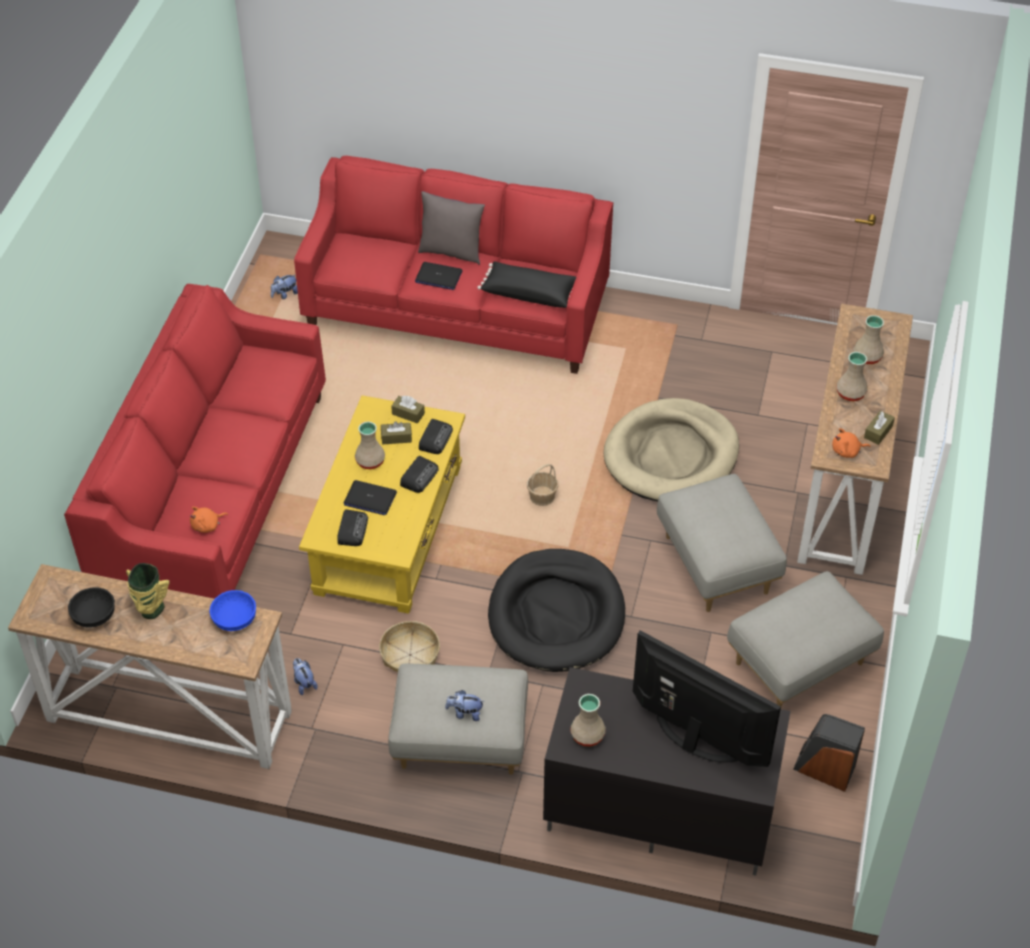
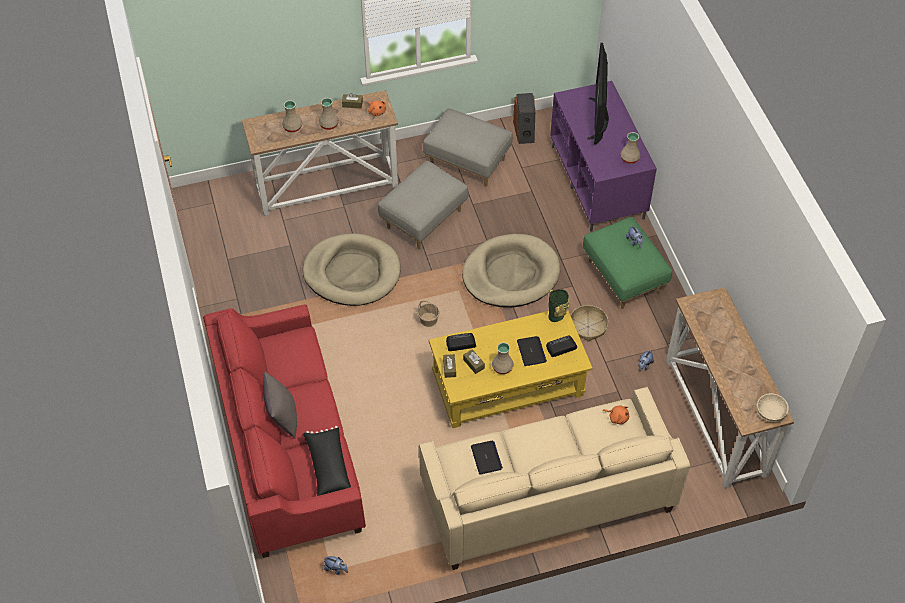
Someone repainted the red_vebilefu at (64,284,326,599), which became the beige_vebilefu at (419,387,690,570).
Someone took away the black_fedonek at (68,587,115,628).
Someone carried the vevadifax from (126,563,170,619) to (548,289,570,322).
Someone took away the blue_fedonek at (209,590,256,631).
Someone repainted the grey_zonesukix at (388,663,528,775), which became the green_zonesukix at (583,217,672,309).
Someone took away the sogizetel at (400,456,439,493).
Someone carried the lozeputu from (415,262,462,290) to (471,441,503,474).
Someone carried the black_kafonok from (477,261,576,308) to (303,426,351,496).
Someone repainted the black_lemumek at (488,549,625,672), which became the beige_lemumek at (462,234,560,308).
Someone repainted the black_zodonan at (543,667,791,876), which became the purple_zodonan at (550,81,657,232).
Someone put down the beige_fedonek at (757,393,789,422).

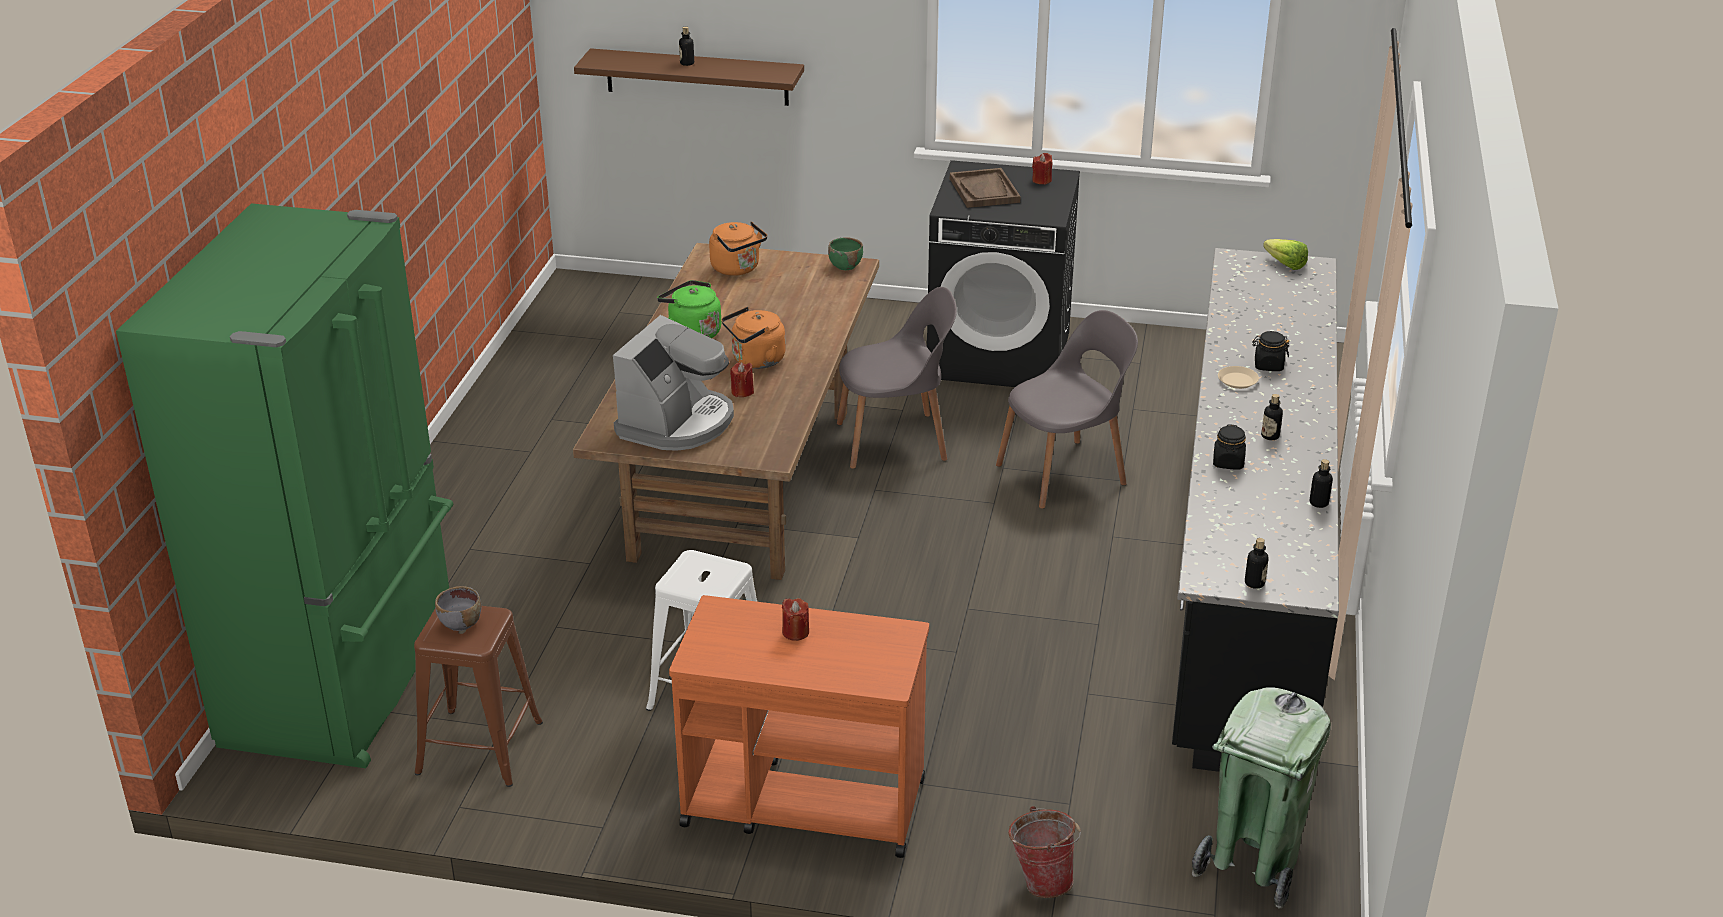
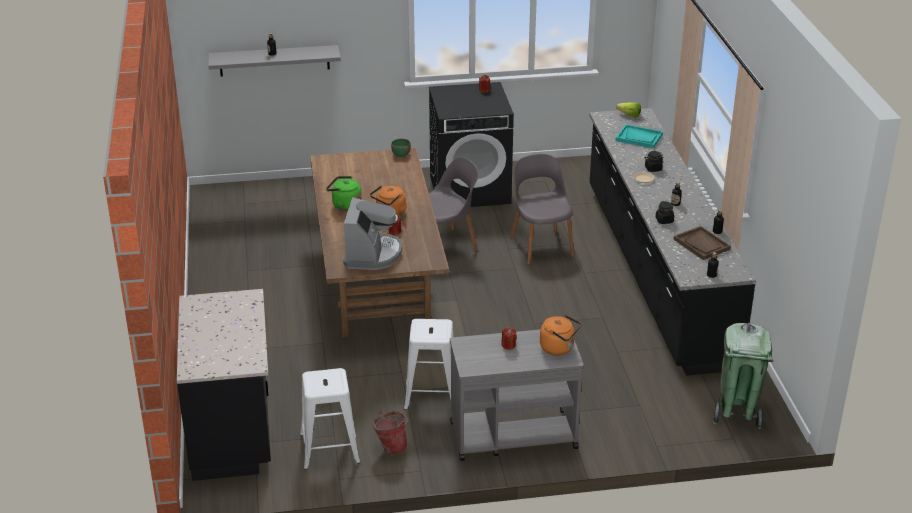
Someone swapped the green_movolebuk at (116,203,453,768) for the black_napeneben at (177,289,271,481).
Someone repainted the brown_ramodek at (414,606,543,787), which became the white_ramodek at (300,368,360,470).
Someone took away the grey_fedonek at (435,586,482,631).
Someone repainted the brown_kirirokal at (574,48,804,106), which became the grey_kirirokal at (208,45,341,77).
Someone repainted the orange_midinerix at (669,595,929,858), which became the grey_midinerix at (450,329,584,461).
Someone carried the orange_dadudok from (709,222,767,276) to (540,315,582,355).
Someone carried the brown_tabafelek from (950,168,1021,208) to (673,226,731,260).
Someone rotated the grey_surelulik at (996,310,1138,509) by 60 degrees counterclockwise.
Someone carried the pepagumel from (1008,806,1081,898) to (372,411,408,455).
Someone put down the turquoise_tabafelek at (616,124,663,148).

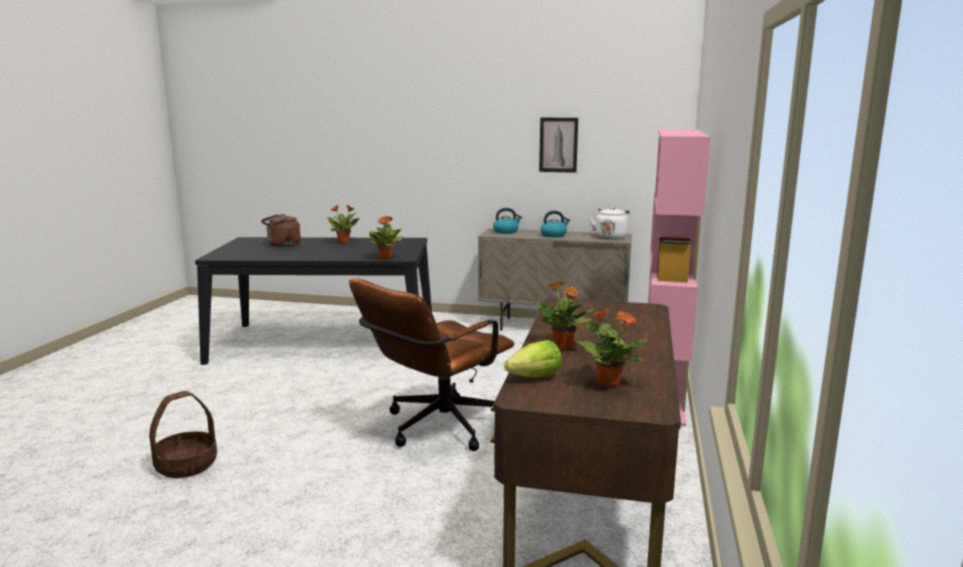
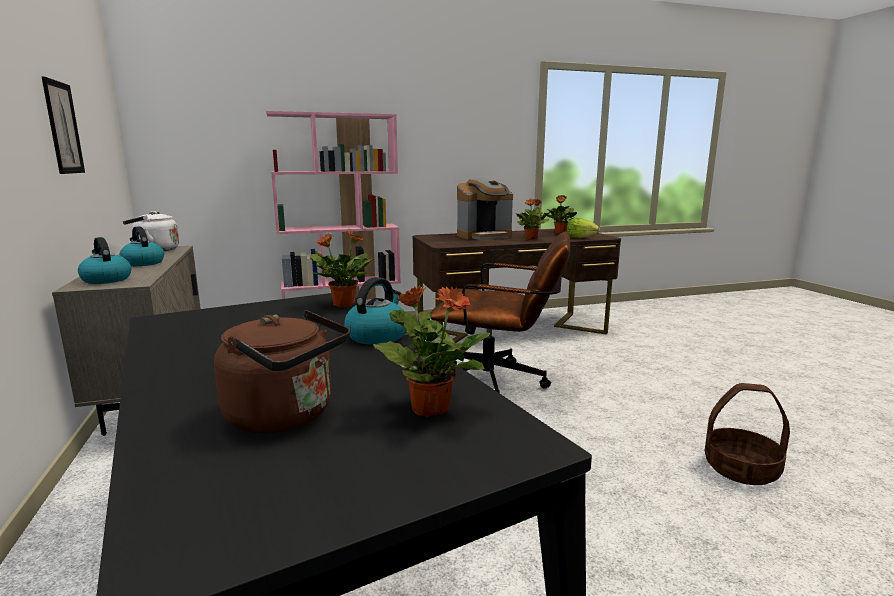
Someone carried the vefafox from (326,204,360,243) to (373,285,491,417).
Someone put down the dadudok at (344,277,406,345).
Someone put down the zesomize at (457,178,513,240).

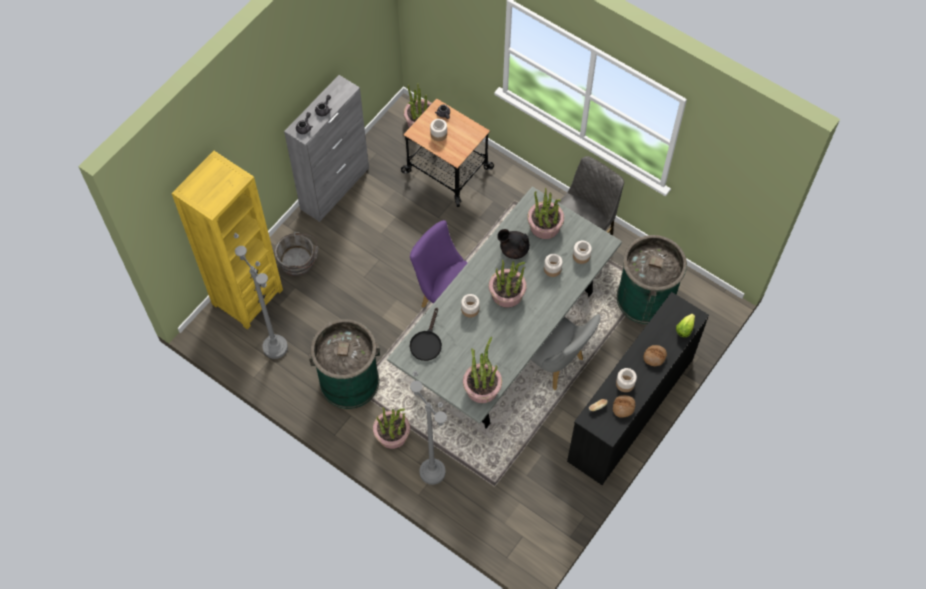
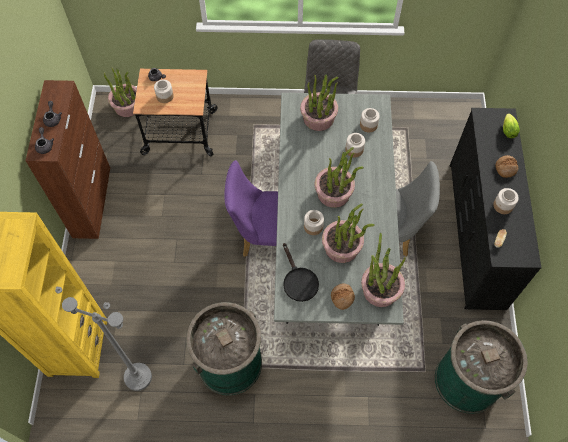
Someone took away the grey_pepagumel at (275,232,318,276).
Someone repainted the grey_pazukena at (284,75,369,222), which became the brown_pazukena at (25,80,110,239).
Someone carried the vefafox from (373,407,410,449) to (322,204,375,263).
Someone took away the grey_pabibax at (410,371,447,485).
Someone took away the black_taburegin at (497,229,530,259).
Someone carried the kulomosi from (613,395,635,418) to (331,284,355,310).
Someone carried the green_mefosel from (617,235,687,324) to (435,320,528,414).

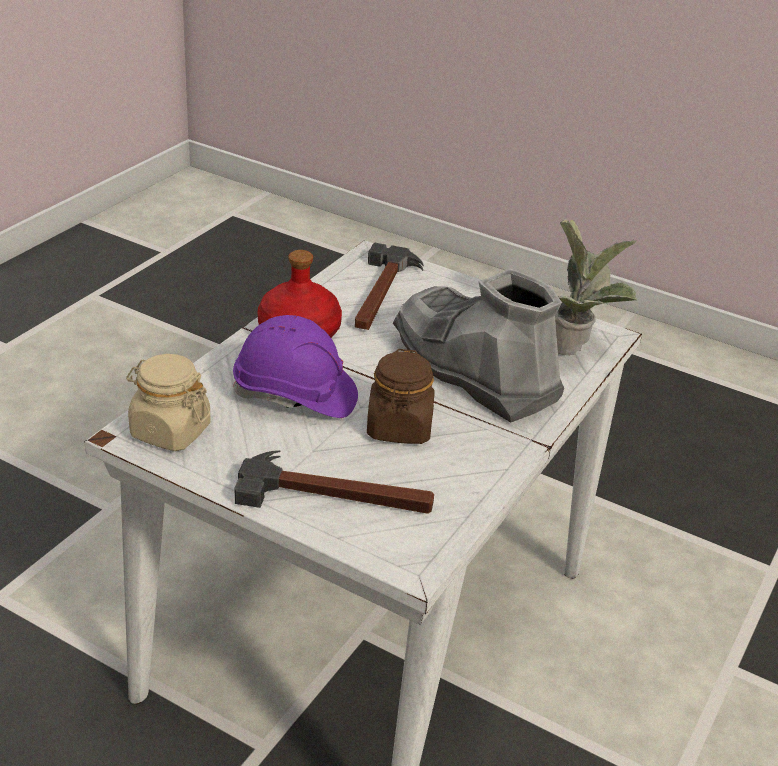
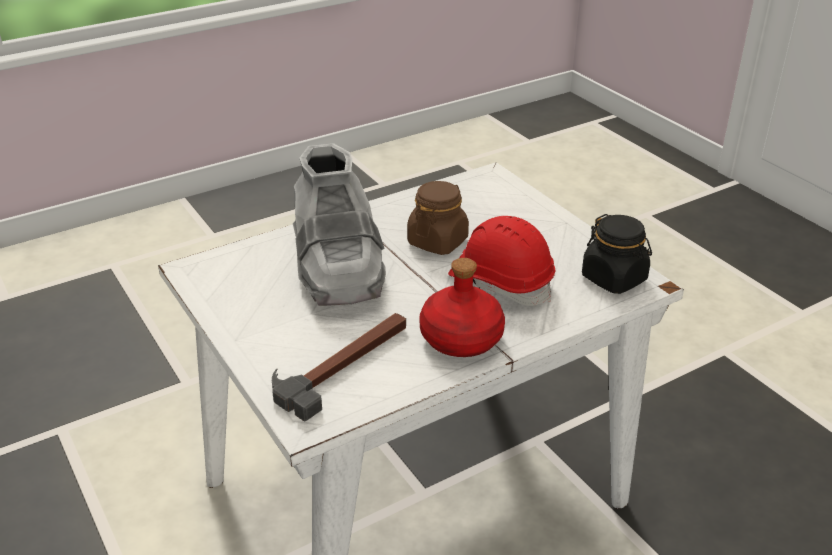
Someone repainted the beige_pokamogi at (126,354,211,451), which became the black_pokamogi at (582,214,652,294).
Someone repainted the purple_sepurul at (233,315,358,418), which became the red_sepurul at (448,216,556,306).
Someone took away the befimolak at (235,450,434,514).
Someone took away the vefafox at (555,219,637,356).

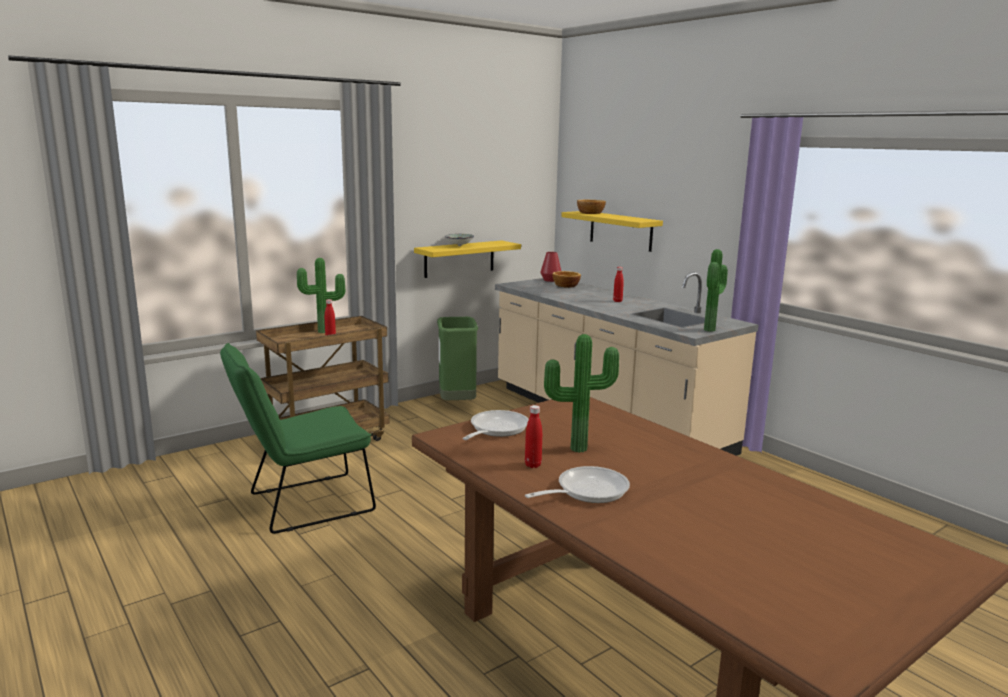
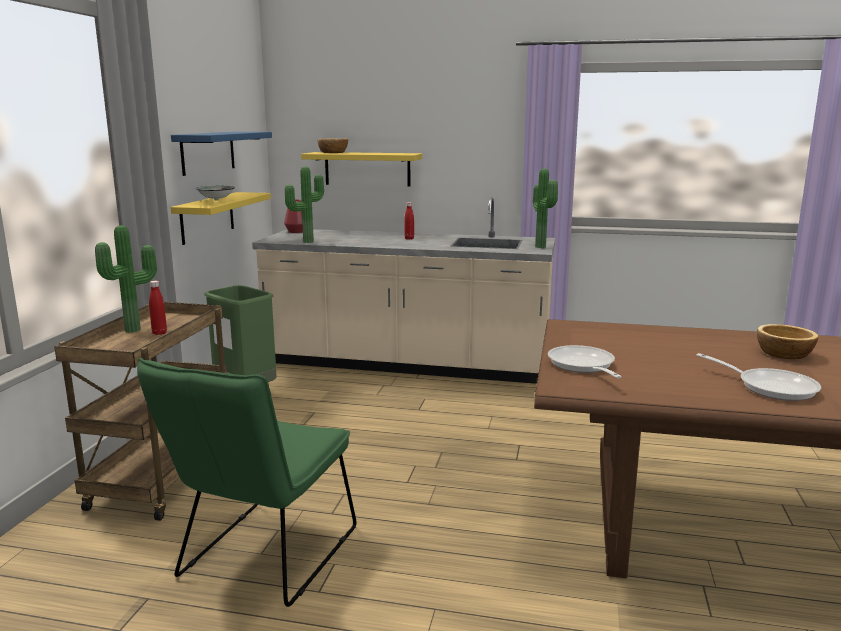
Someone took away the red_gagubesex at (525,405,542,468).
Someone rotated the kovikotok at (525,466,630,503) by 120 degrees clockwise.
Someone carried the vefafox from (544,334,619,453) to (285,166,324,243).
Someone carried the fedonek from (552,271,581,288) to (757,324,819,359).
Someone put up the blue_kirirokal at (171,132,272,176).

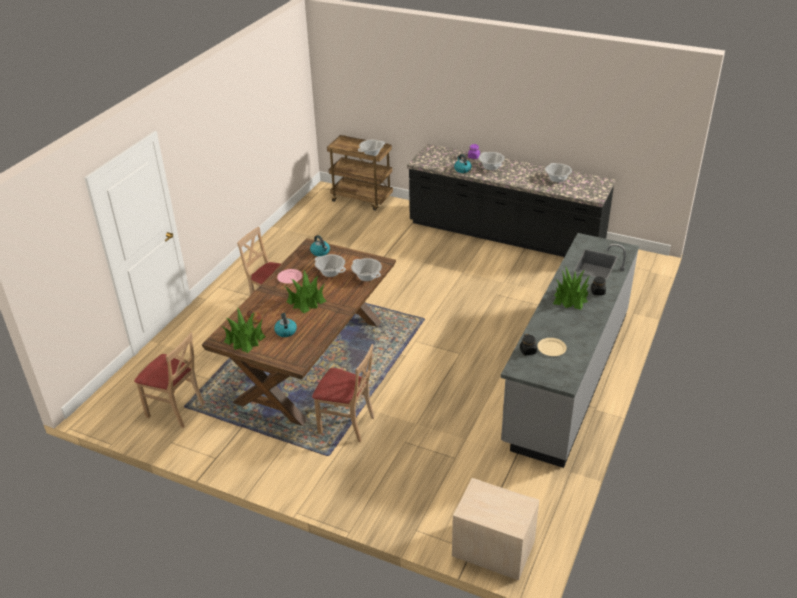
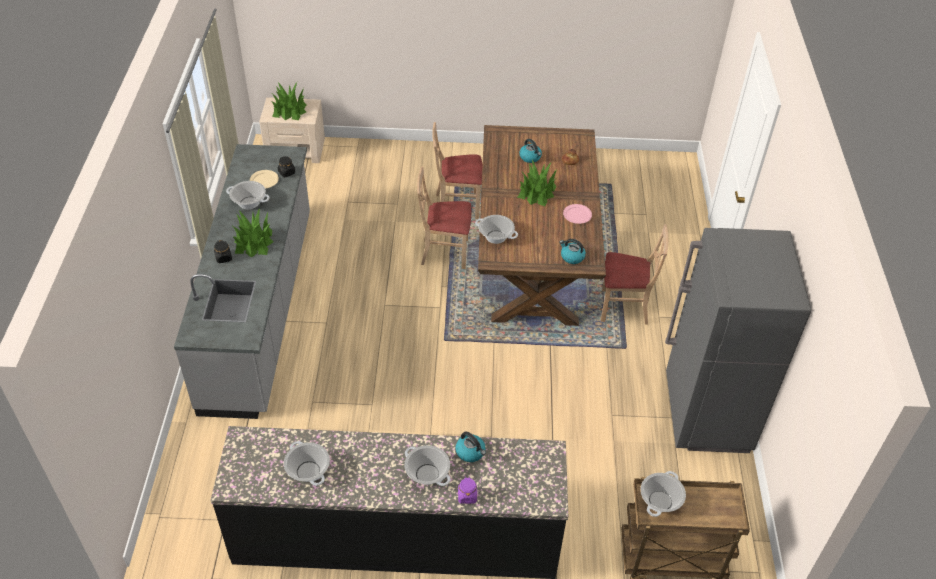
Someone carried the beige_surelulik from (134,333,205,428) to (417,167,471,269).
Someone carried the vefafox from (222,307,266,353) to (272,81,306,120).
Someone carried the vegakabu from (315,254,346,277) to (226,181,270,209).
Someone put down the grey_movolebuk at (665,228,811,453).

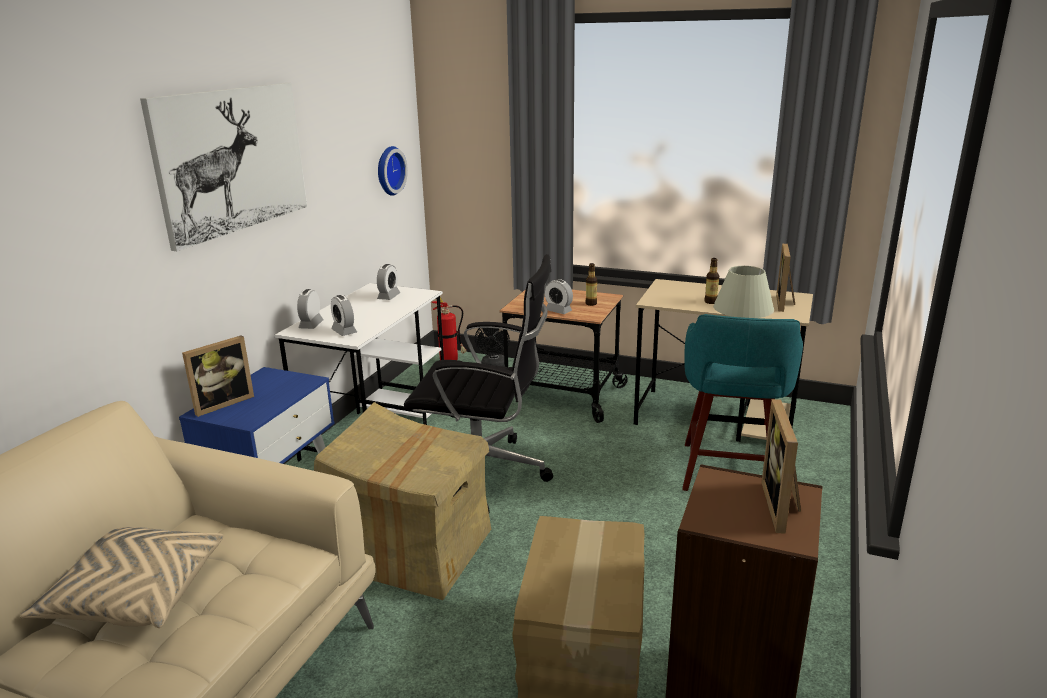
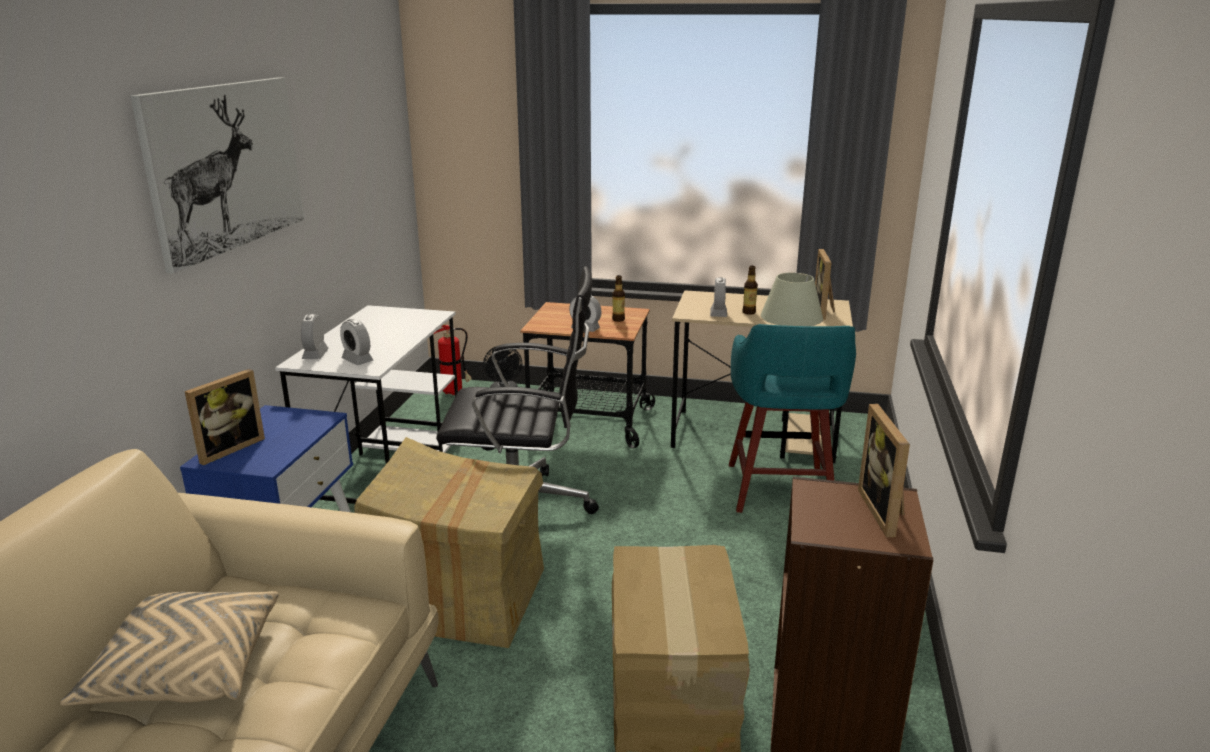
Someone carried the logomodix from (377,264,400,300) to (710,277,727,317).
Someone took away the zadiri at (378,146,408,196).

